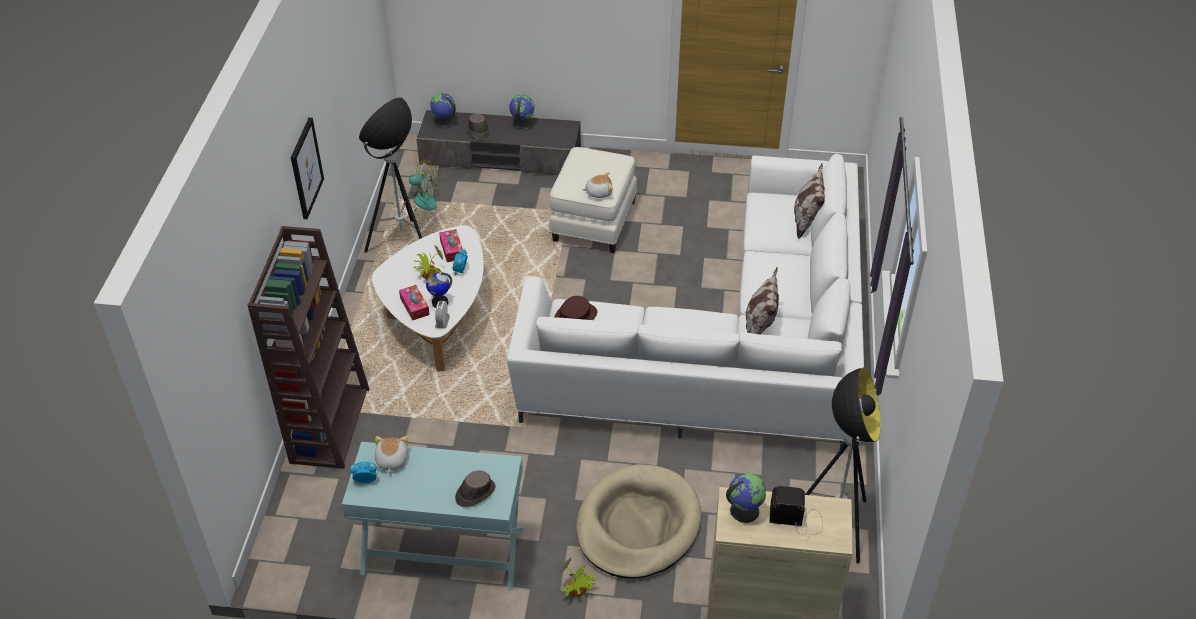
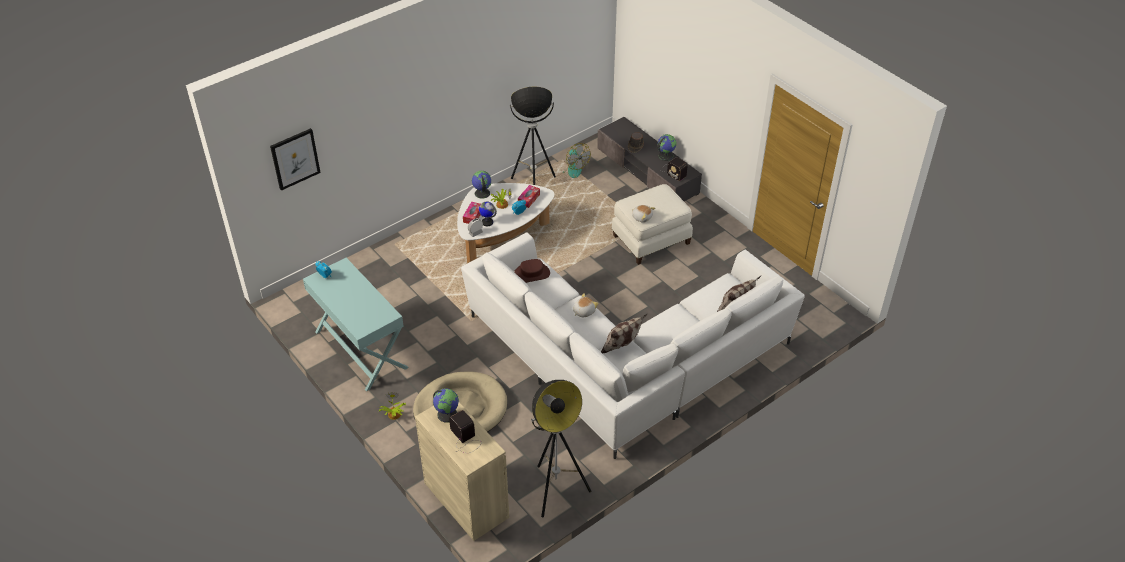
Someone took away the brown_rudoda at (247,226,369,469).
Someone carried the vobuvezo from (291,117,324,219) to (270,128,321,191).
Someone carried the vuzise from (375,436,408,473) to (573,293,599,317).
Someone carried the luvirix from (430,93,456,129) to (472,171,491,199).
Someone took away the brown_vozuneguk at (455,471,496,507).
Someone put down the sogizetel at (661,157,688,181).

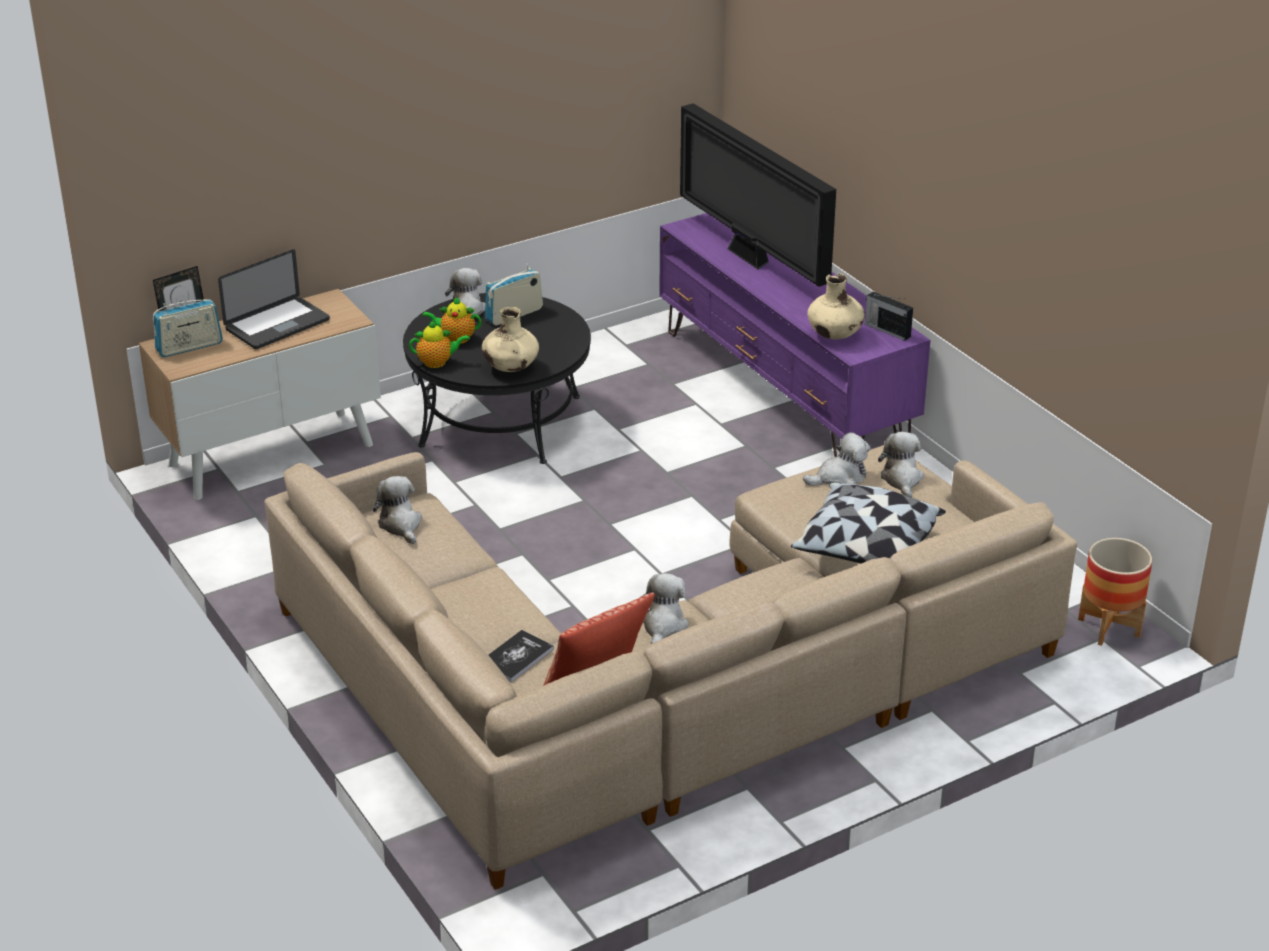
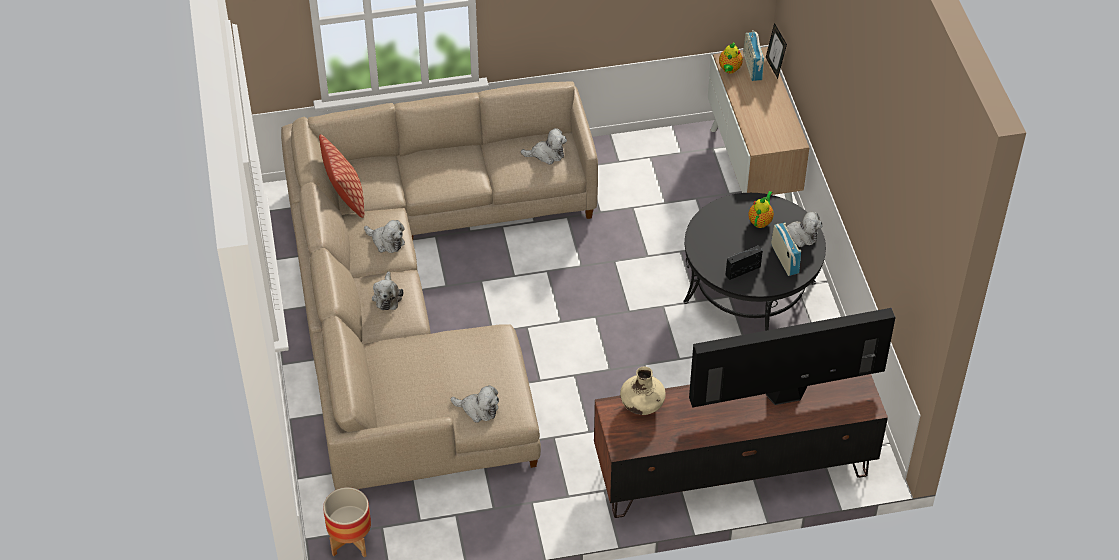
Someone took away the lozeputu at (218,249,330,349).
Someone carried the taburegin from (409,320,470,368) to (719,43,743,73).
Someone took away the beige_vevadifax at (482,307,539,372).
Someone took away the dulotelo at (489,630,554,682).
Someone repainted the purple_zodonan at (659,213,930,457), which became the brown_zodonan at (594,374,888,518).
Someone took away the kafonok at (791,483,946,564).
Someone carried the vuzise from (803,432,870,486) to (372,272,403,310).
Someone carried the sogizetel from (865,292,913,341) to (726,245,763,280).

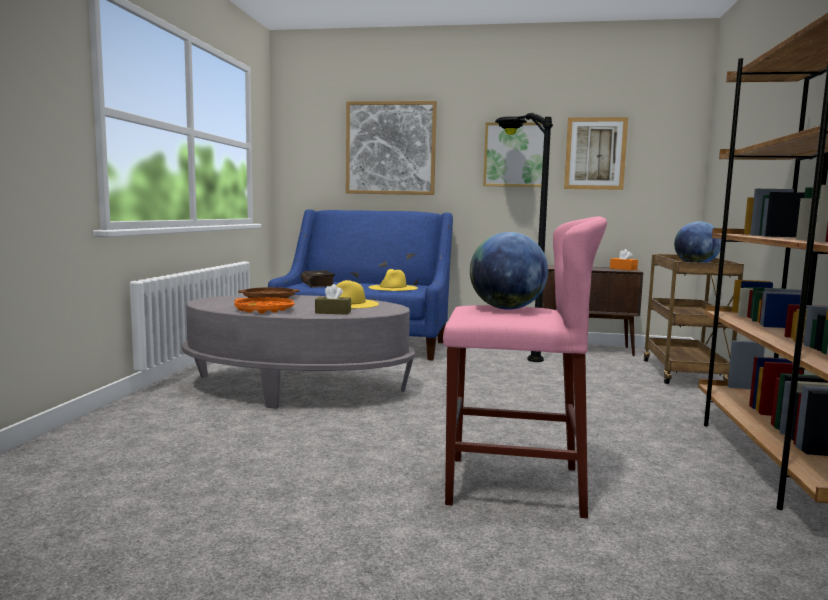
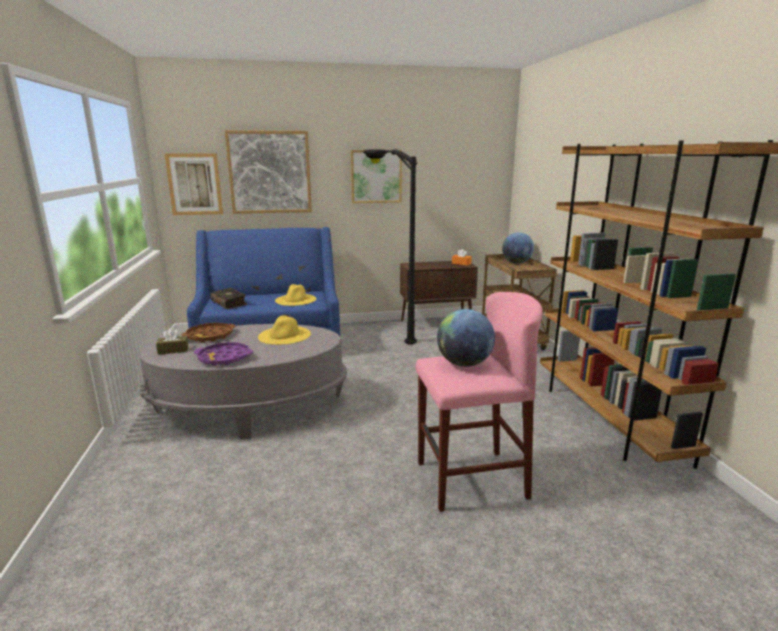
Someone repainted the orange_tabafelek at (235,297,295,314), which became the purple_tabafelek at (194,342,253,366).
Someone carried the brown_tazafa from (315,284,351,315) to (156,328,189,355).
Someone carried the vobuvezo from (564,117,628,190) to (165,154,223,215).

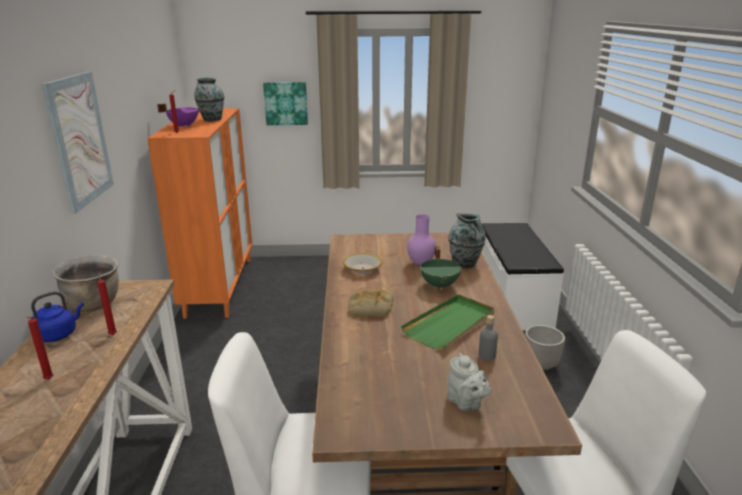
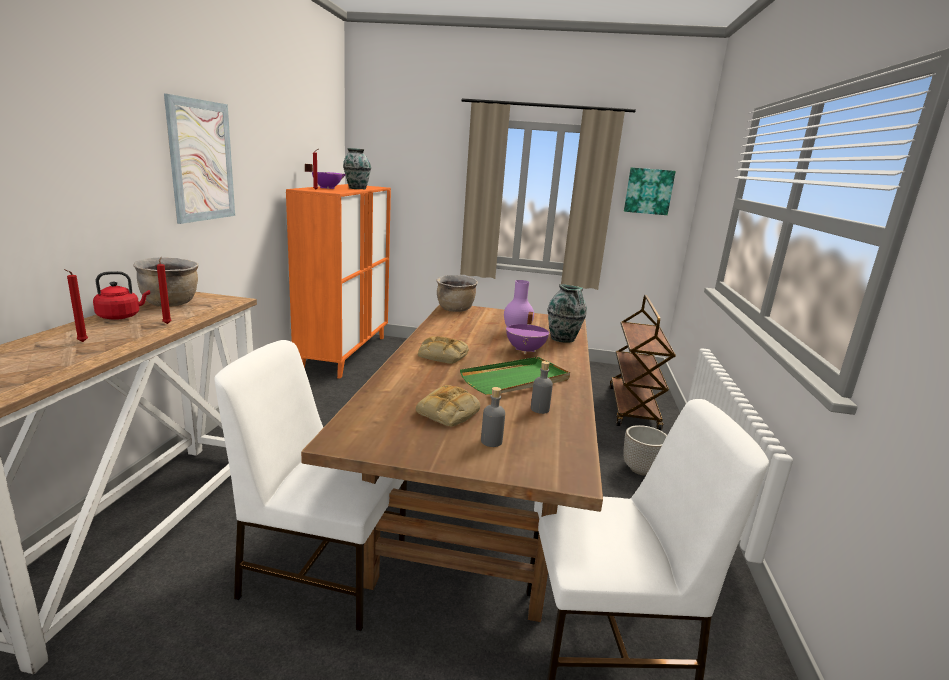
Someone repainted the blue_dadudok at (31,292,84,342), which became the red_dadudok at (93,271,150,320).
Someone carried the vobuvezo from (263,82,308,125) to (624,168,676,215).
Someone took away the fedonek at (343,254,382,274).
Someone repainted the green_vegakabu at (420,246,461,290), which became the purple_vegakabu at (506,312,550,354).
Someone swapped the grey_taburegin at (447,353,491,411) for the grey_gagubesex at (481,387,505,447).
Someone swapped the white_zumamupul at (481,223,564,330) for the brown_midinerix at (609,295,676,431).
Someone put down the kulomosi at (416,385,480,427).
Someone put down the brown_vegakabu at (437,275,478,312).

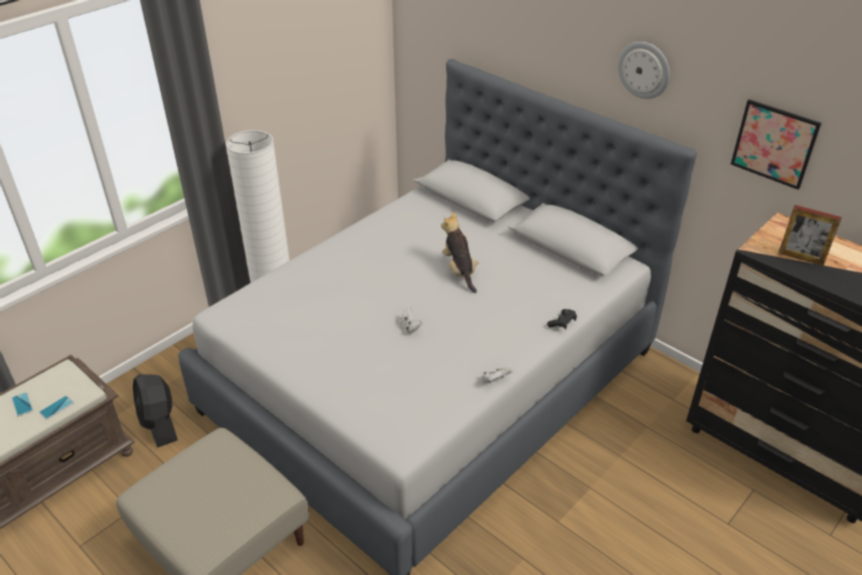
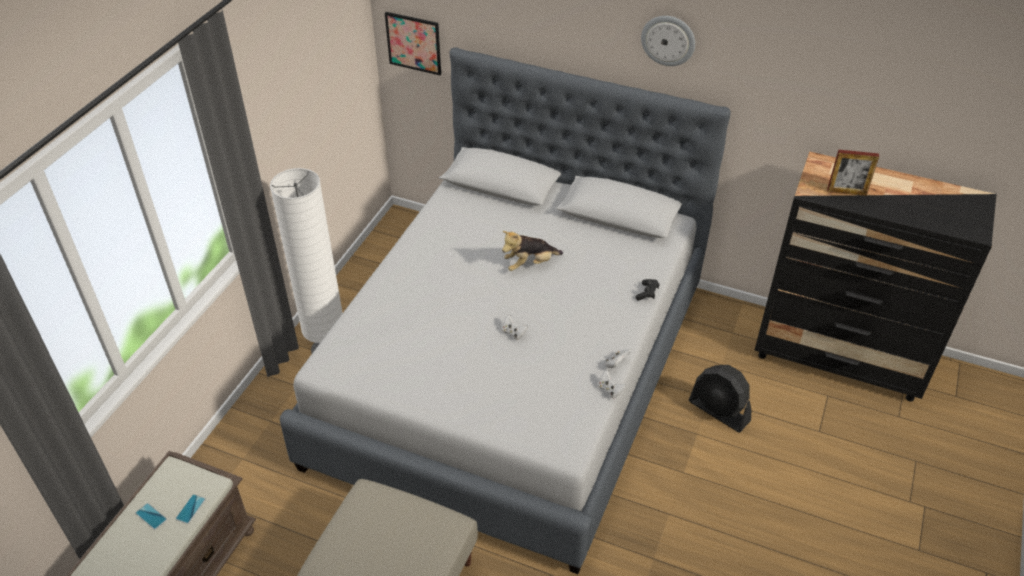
Someone carried the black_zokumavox from (133,374,178,448) to (689,365,751,432).
Someone rotated the vuzise at (441,212,479,293) by 75 degrees counterclockwise.
Someone carried the vobuvezo from (731,99,821,190) to (385,12,441,75).
Someone put down the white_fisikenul at (598,370,626,398).

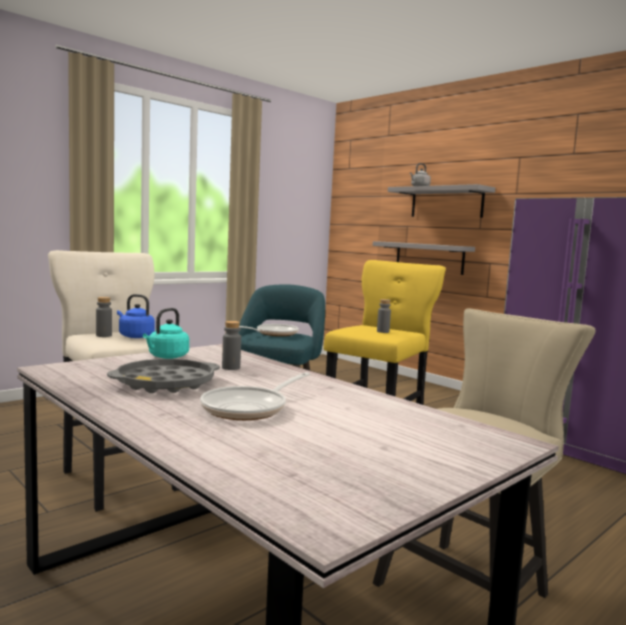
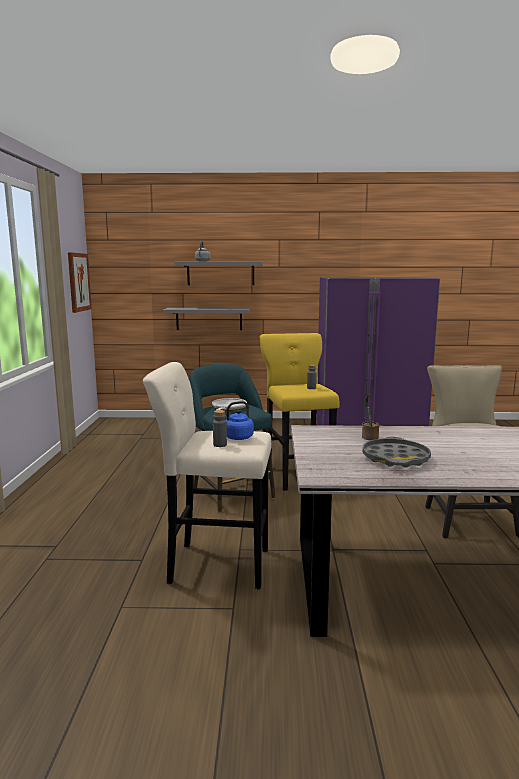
Someone took away the turquoise_dadudok at (143,308,189,359).
Someone took away the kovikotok at (200,372,310,420).
Someone swapped the grey_gagubesex at (222,321,241,370) for the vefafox at (362,395,379,440).
Someone put up the vobuvezo at (68,252,92,313).

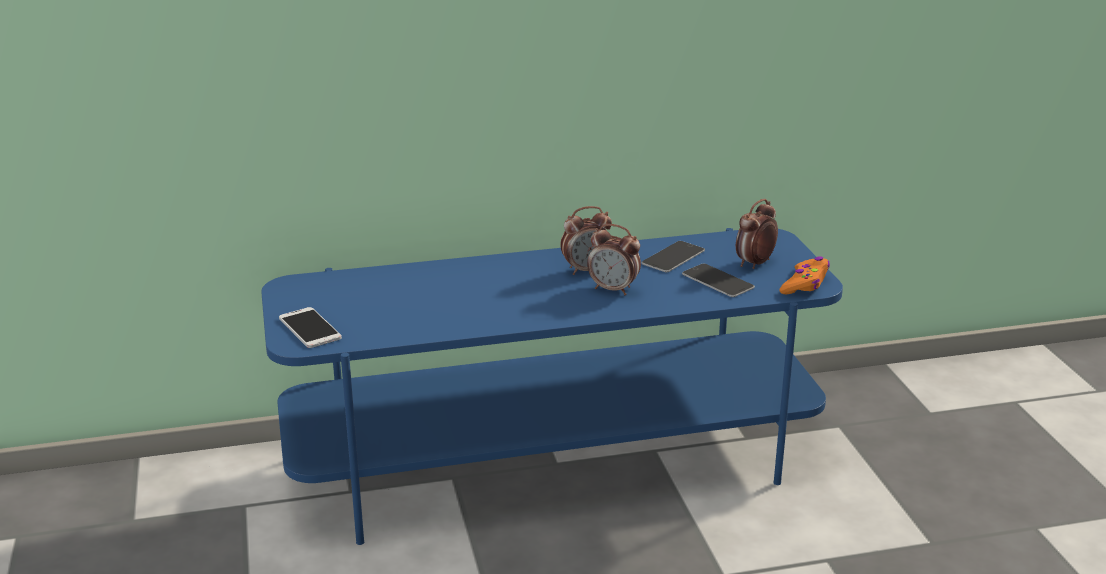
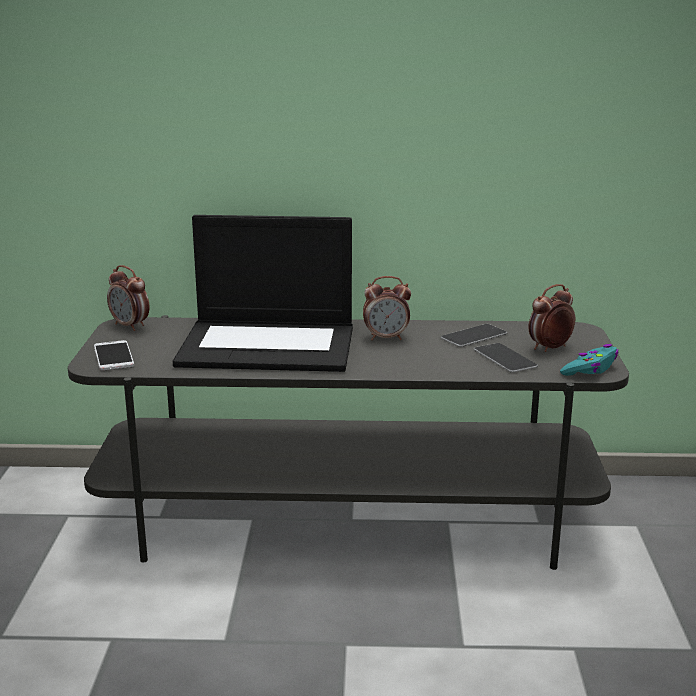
Someone repainted the blue_zodonan at (261,228,843,545), which became the grey_zodonan at (68,315,629,570).
Someone carried the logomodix from (587,224,641,295) to (107,265,150,331).
Someone repainted the orange_fisikenul at (780,257,830,295), which became the turquoise_fisikenul at (560,344,619,376).
Someone put down the lozeputu at (173,215,353,372).

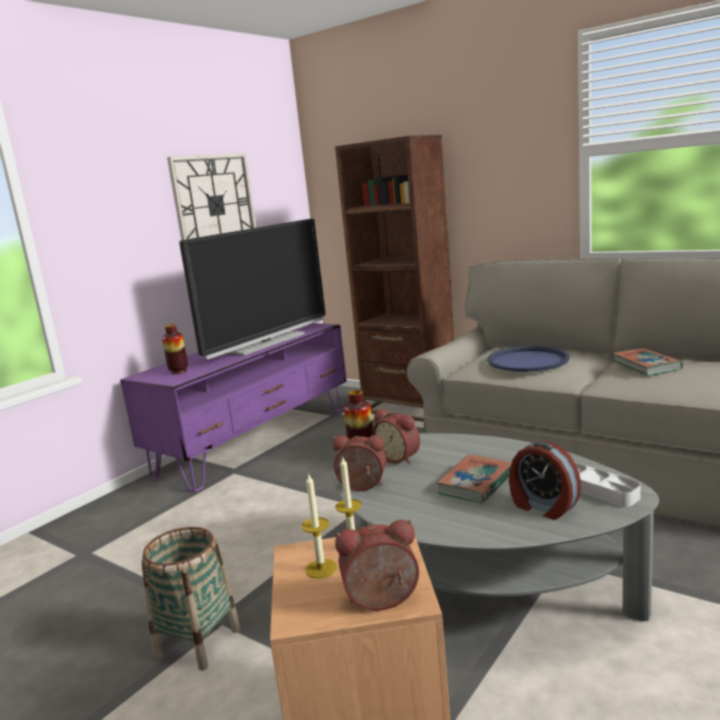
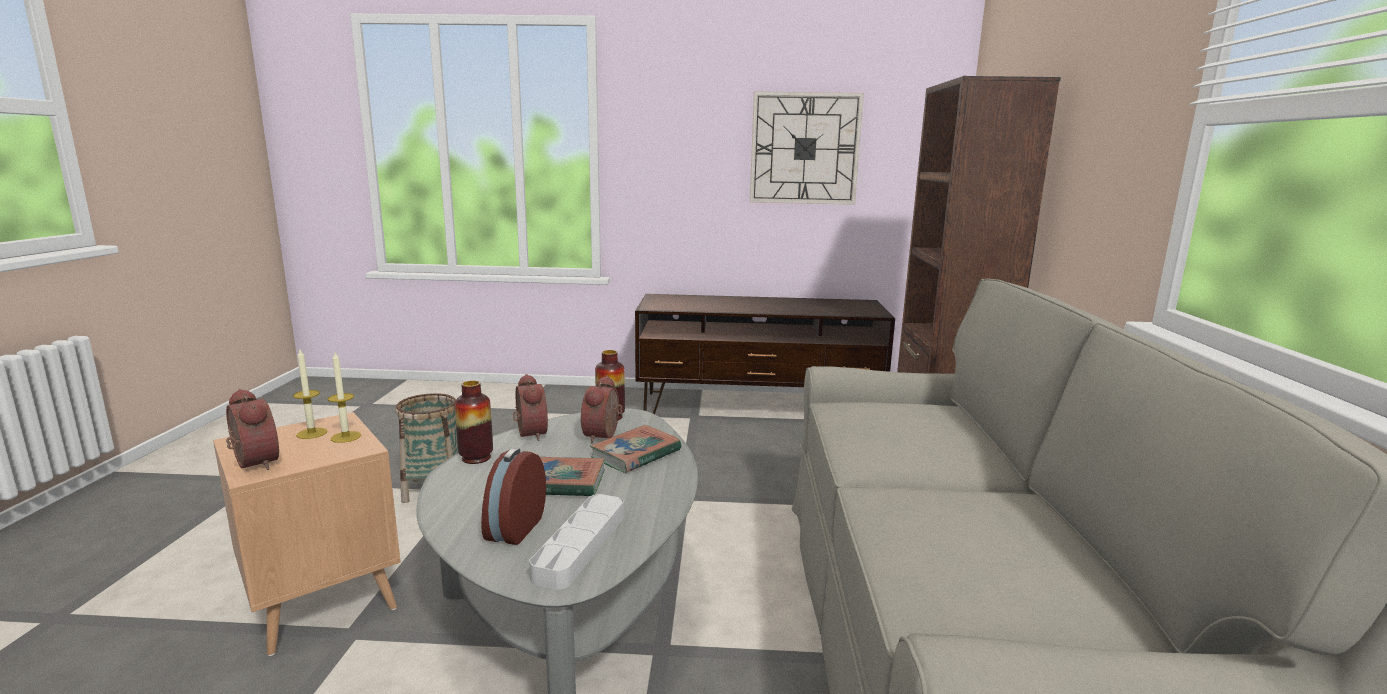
Someone repainted the purple_zodonan at (120,323,347,492), which became the brown_zodonan at (635,294,895,414).
Someone carried the vevadifax from (162,324,188,374) to (454,380,493,464).
Someone took away the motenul at (179,219,326,359).
Someone took away the blue_tabafelek at (487,346,570,372).
Someone carried the dulotelo from (613,348,683,376) to (590,425,681,473).

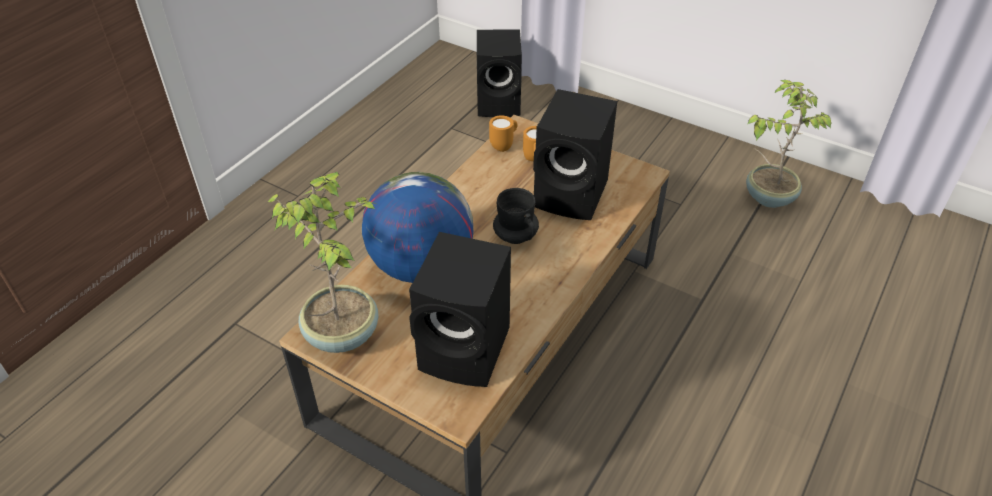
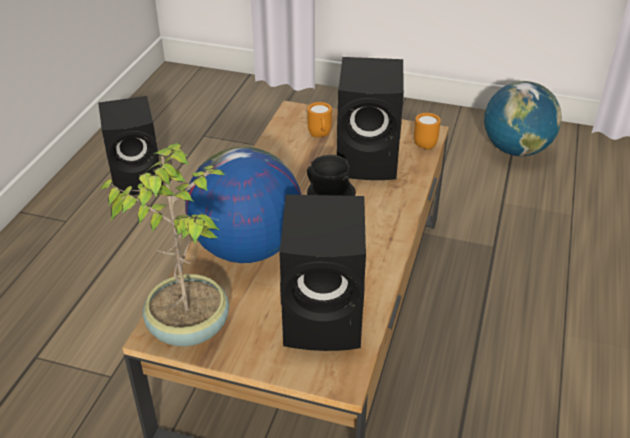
Someone carried the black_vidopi from (477,29,522,117) to (98,96,163,195).
Someone carried the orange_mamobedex from (489,115,518,152) to (414,113,441,149).
Someone swapped the vefafox at (746,80,831,208) for the luvirix at (484,81,562,156).

